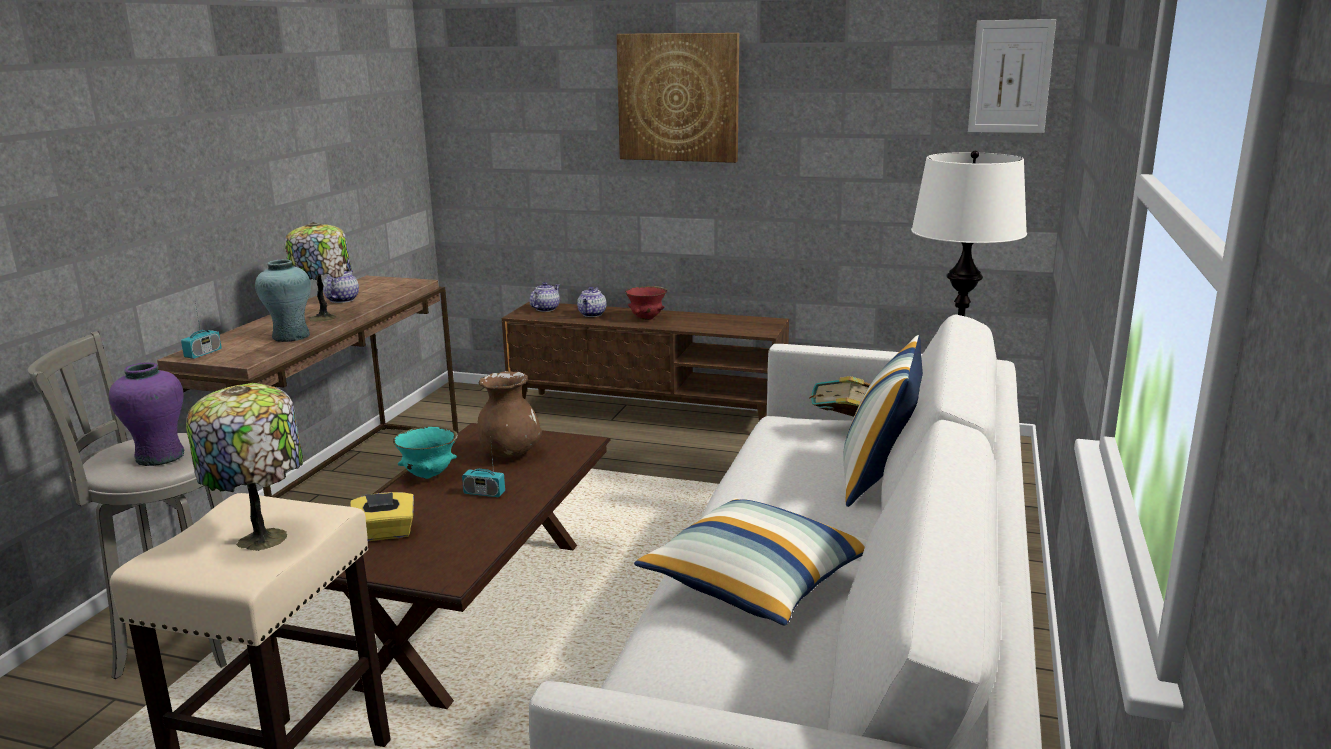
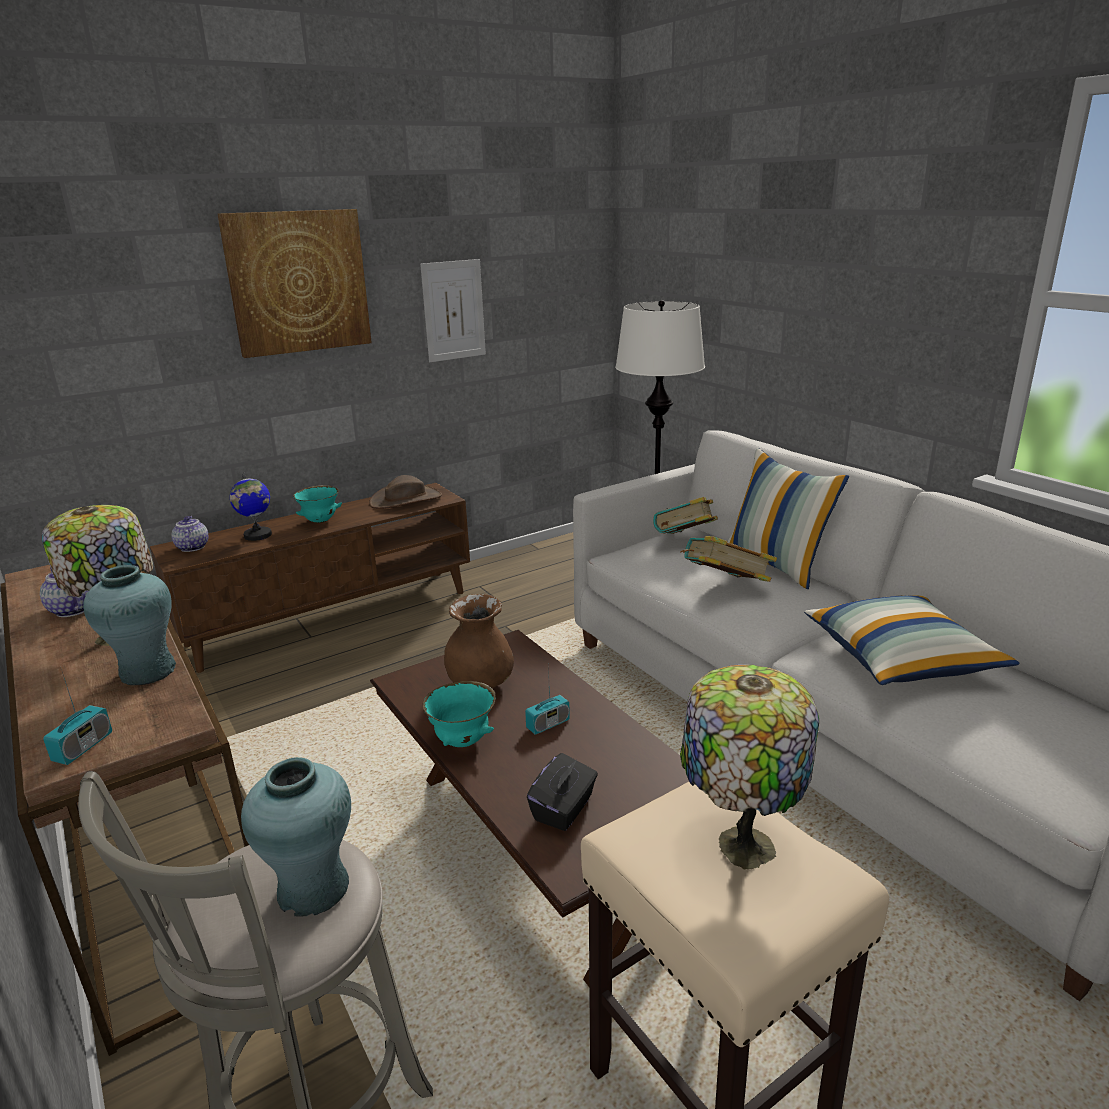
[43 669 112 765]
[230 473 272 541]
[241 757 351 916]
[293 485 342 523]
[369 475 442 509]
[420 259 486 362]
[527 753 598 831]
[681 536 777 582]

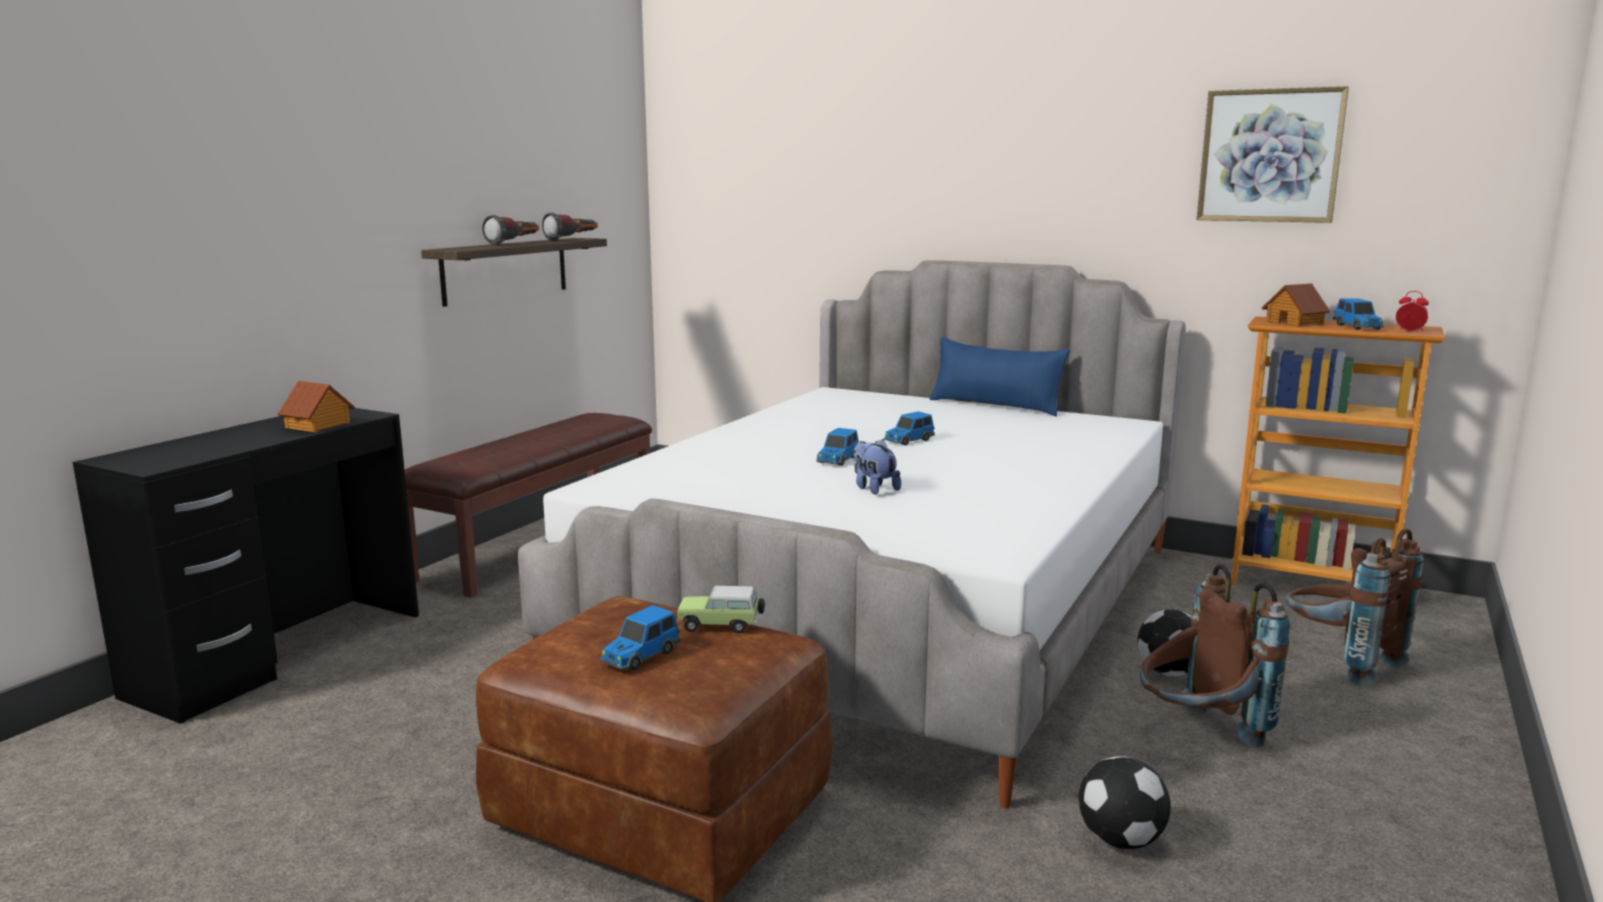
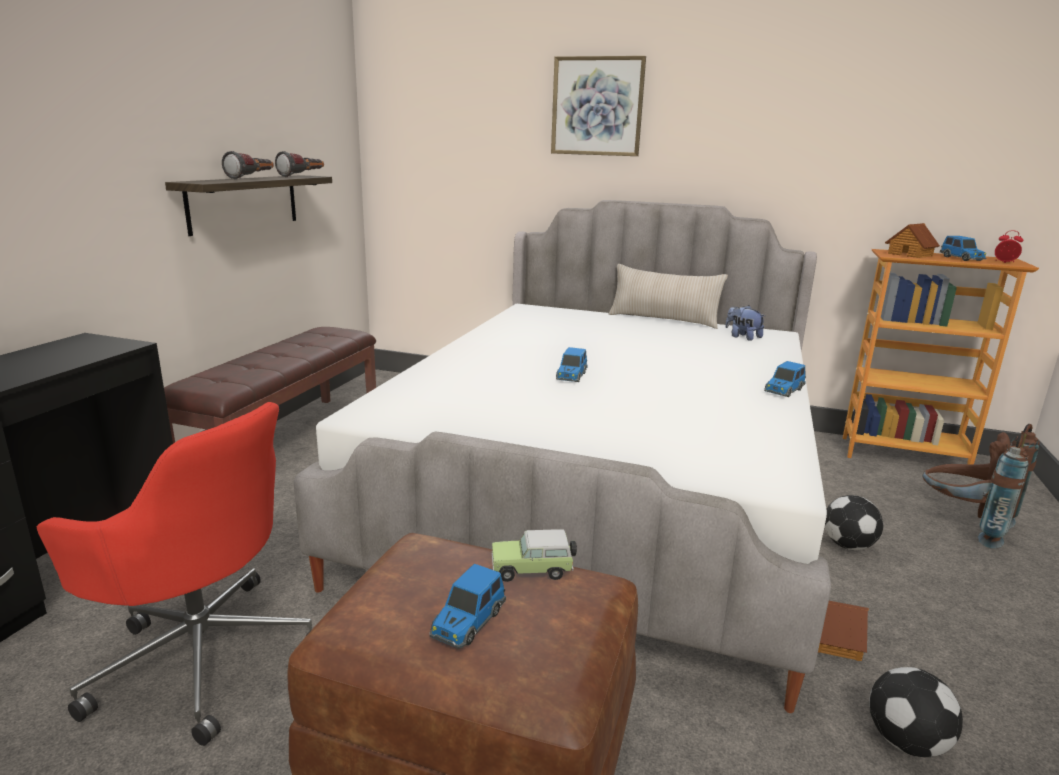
[37 402 312 746]
[551 56 646 156]
[609 264 728 329]
[725 305 765 341]
[764 361 806 397]
[818 601 869 661]
[1140 564 1290 748] (first image)

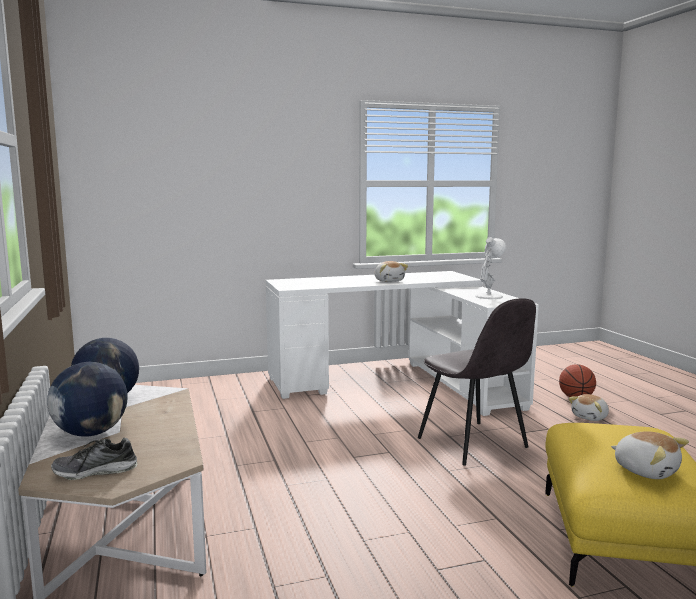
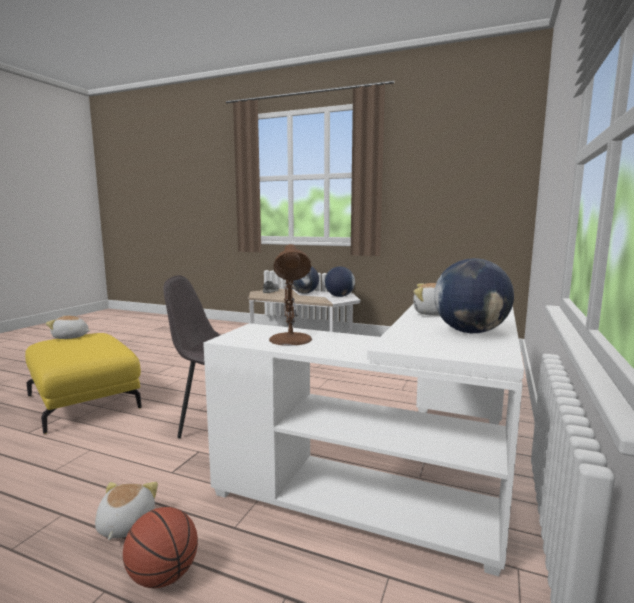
[269 244 312 346]
[434 258 514 333]

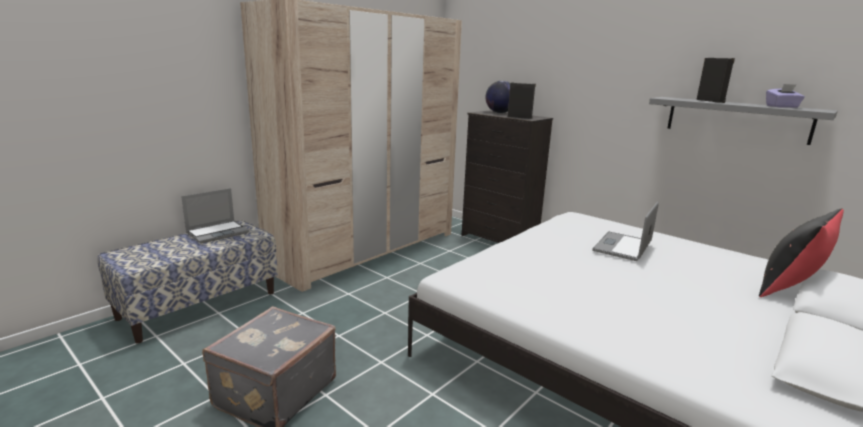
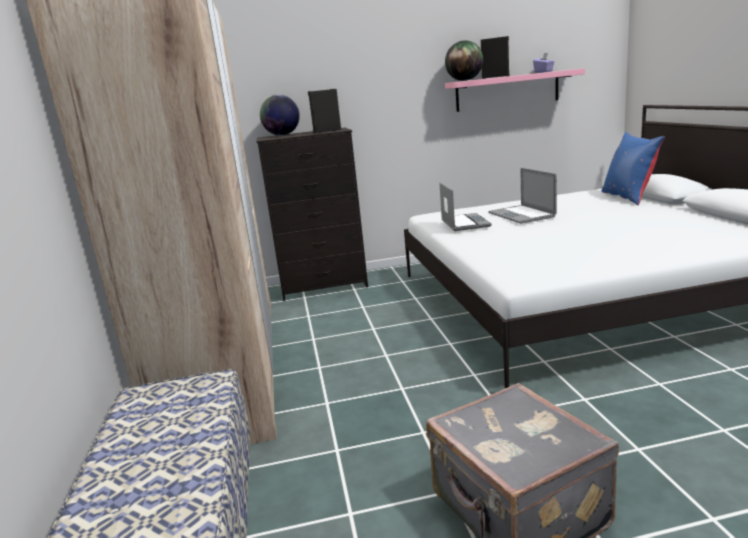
[439 182 491 231]
[445 40 483 81]
[445 68 585 112]
[602 132 665 205]

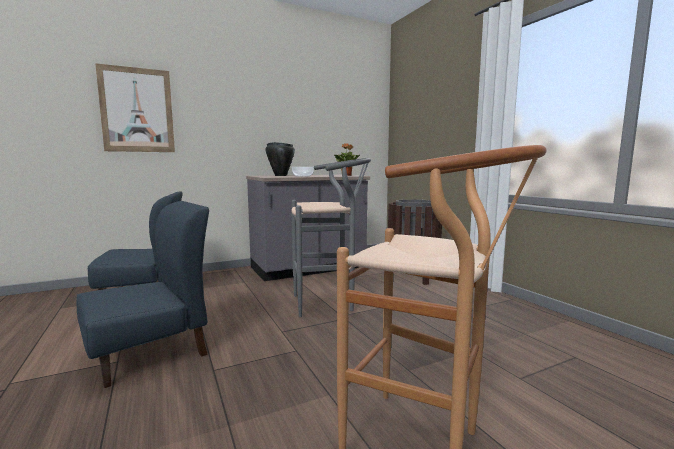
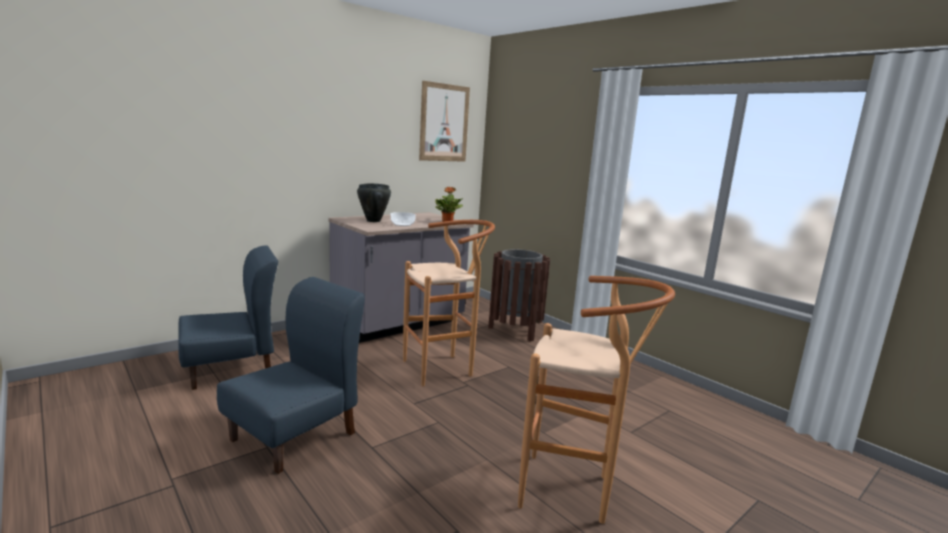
[403 220 495 386]
[419 81 470 162]

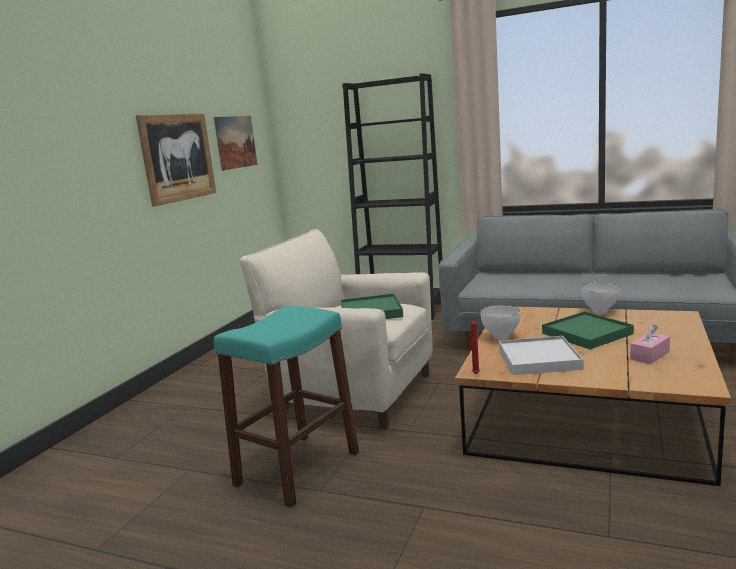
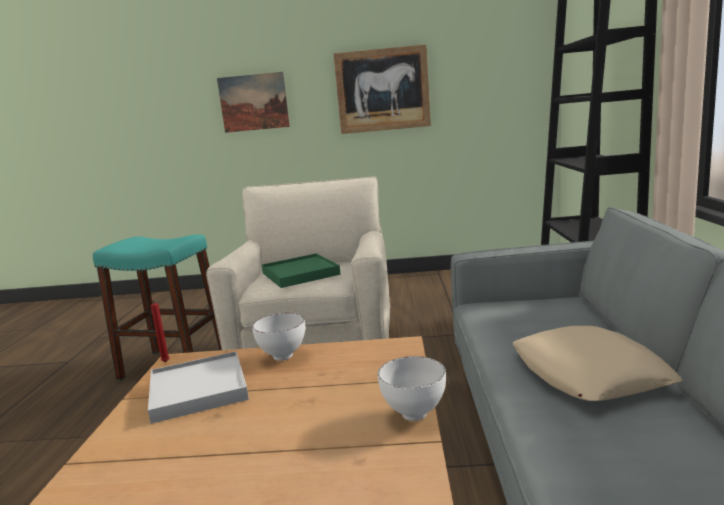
[217 72 290 133]
[513 326 683 401]
[542 311 634 349] (first image)
[630 324 670 364] (first image)

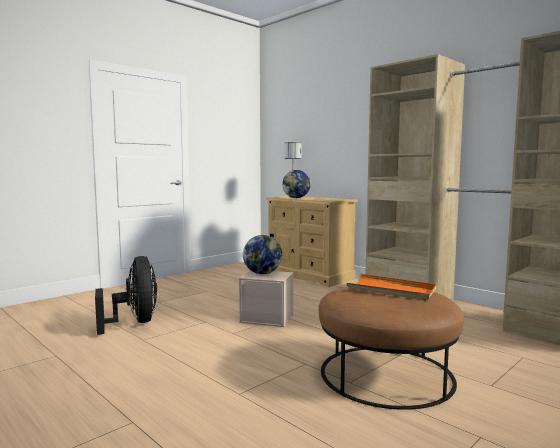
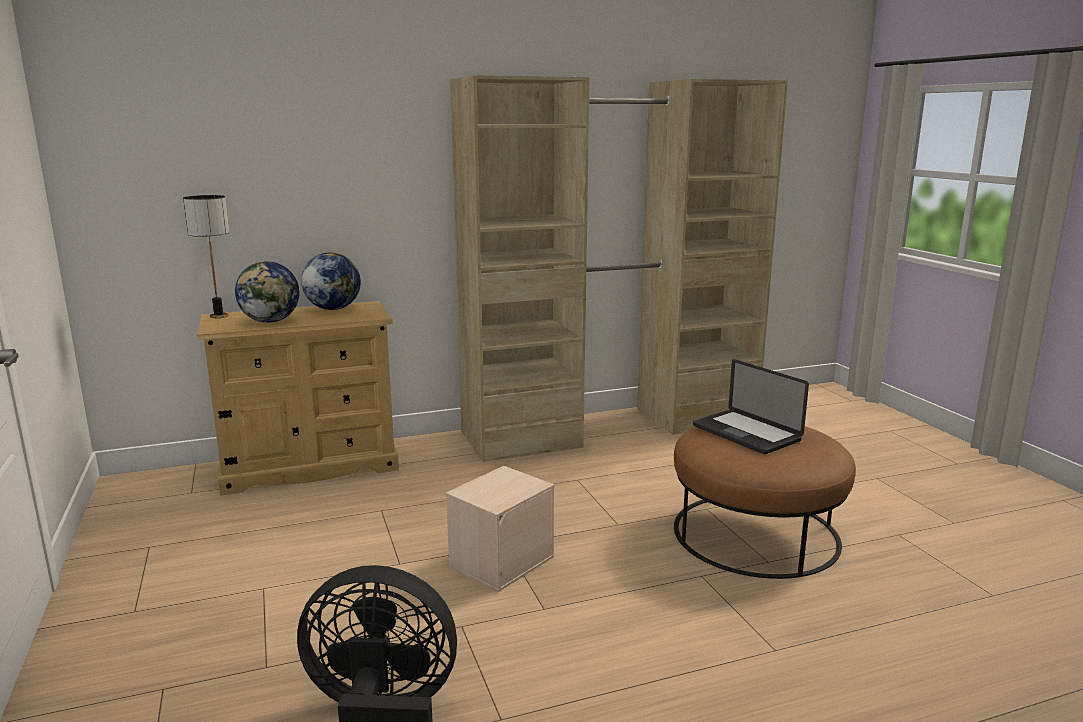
[301 253 361 310]
[693 359 809 454]

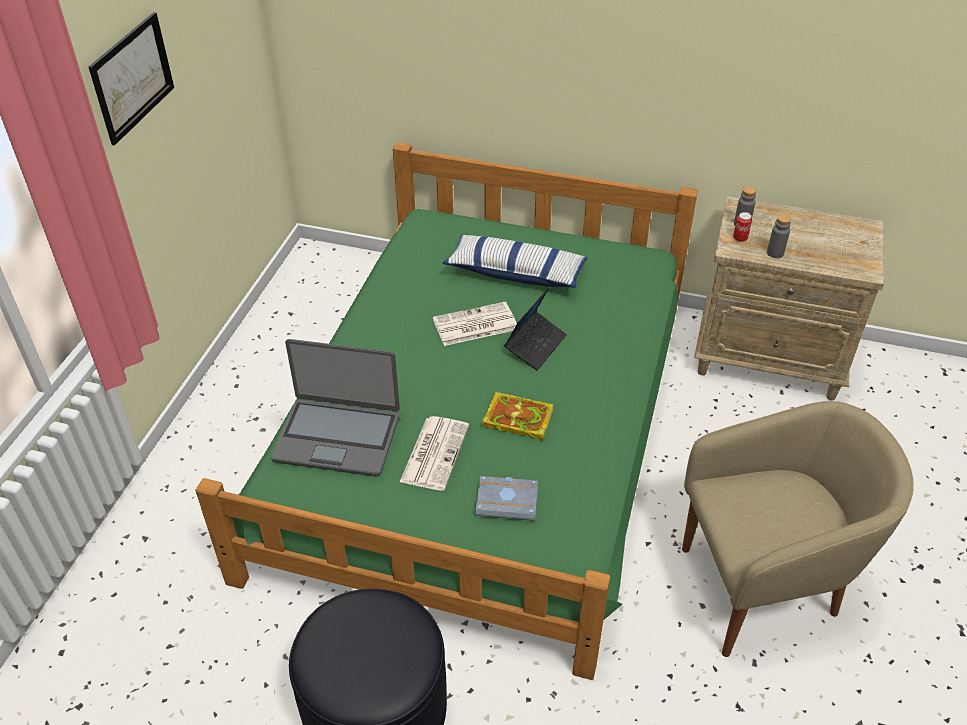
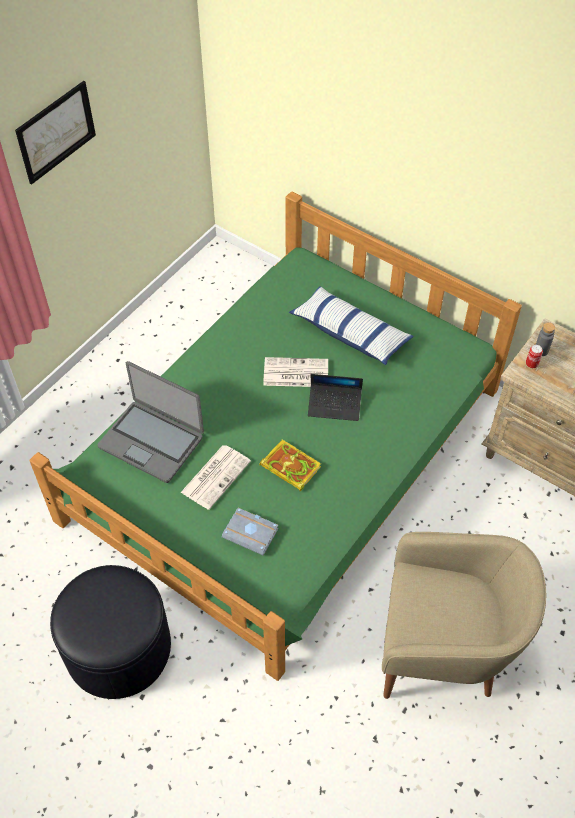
[308 374 363 421]
[767 214 791 258] (first image)

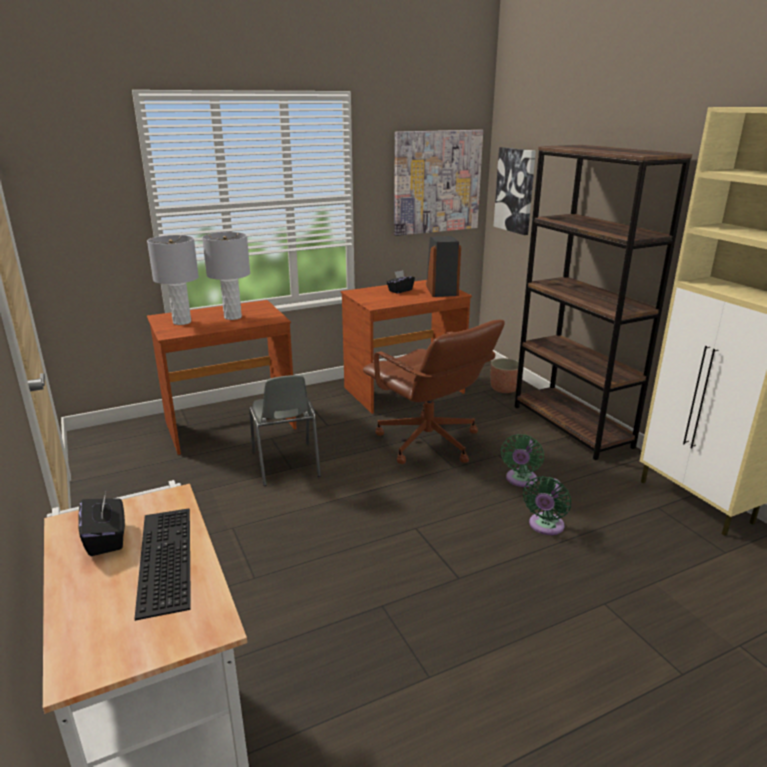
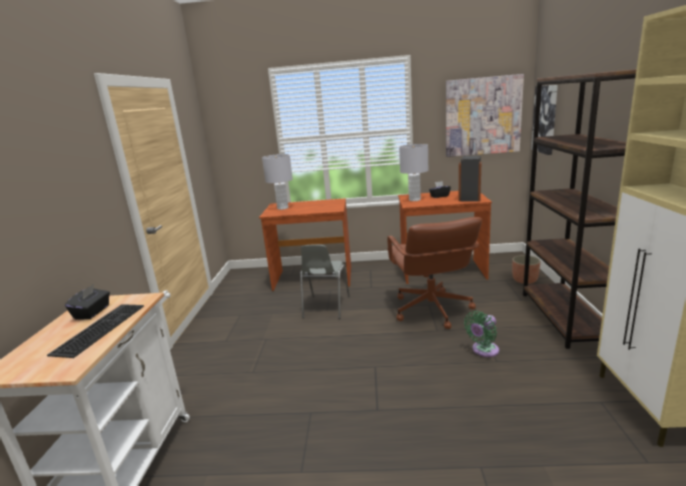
[399 144 428 201]
[523 476 571 535] (first image)

